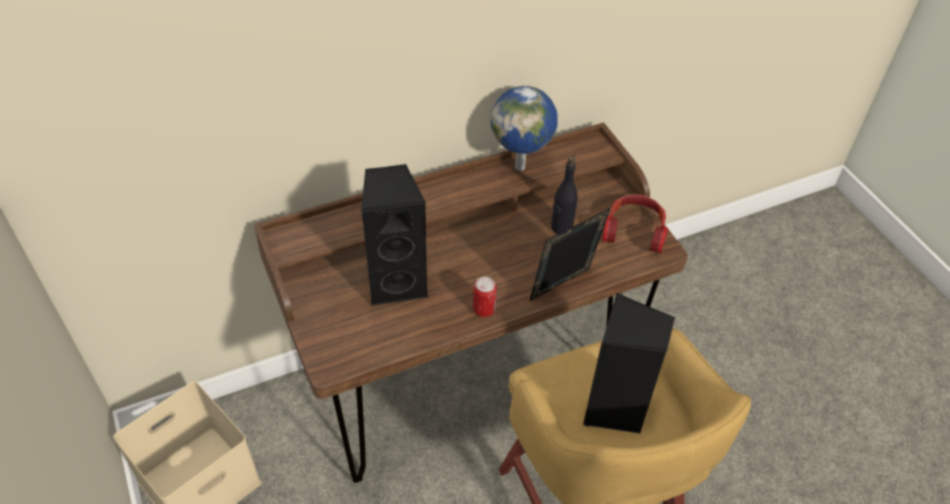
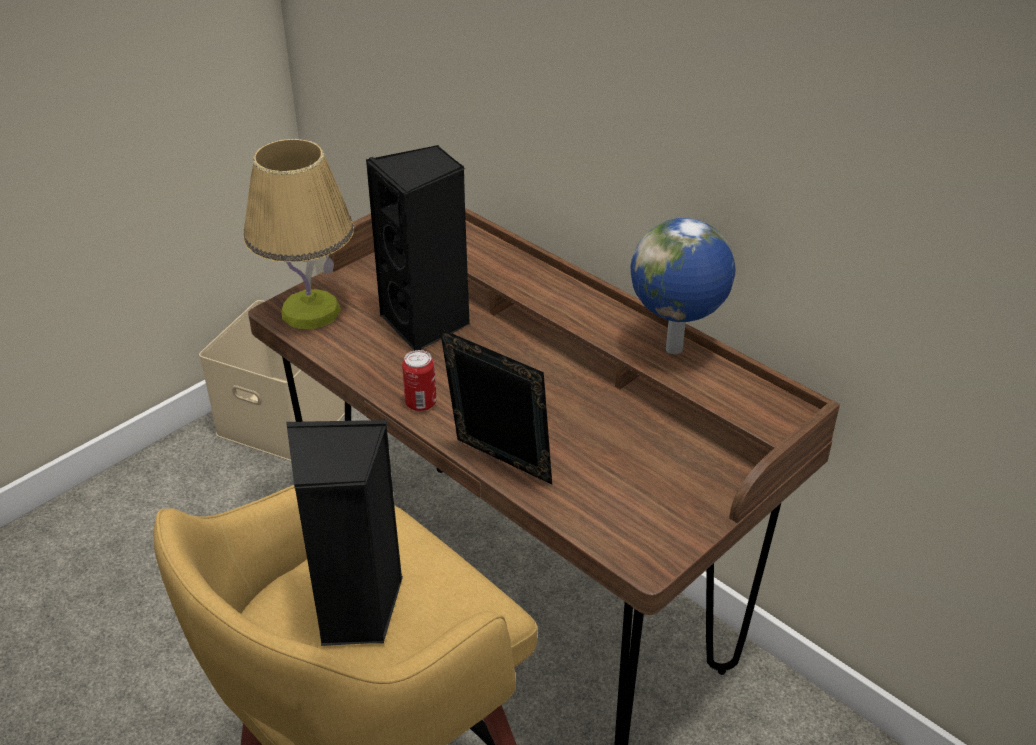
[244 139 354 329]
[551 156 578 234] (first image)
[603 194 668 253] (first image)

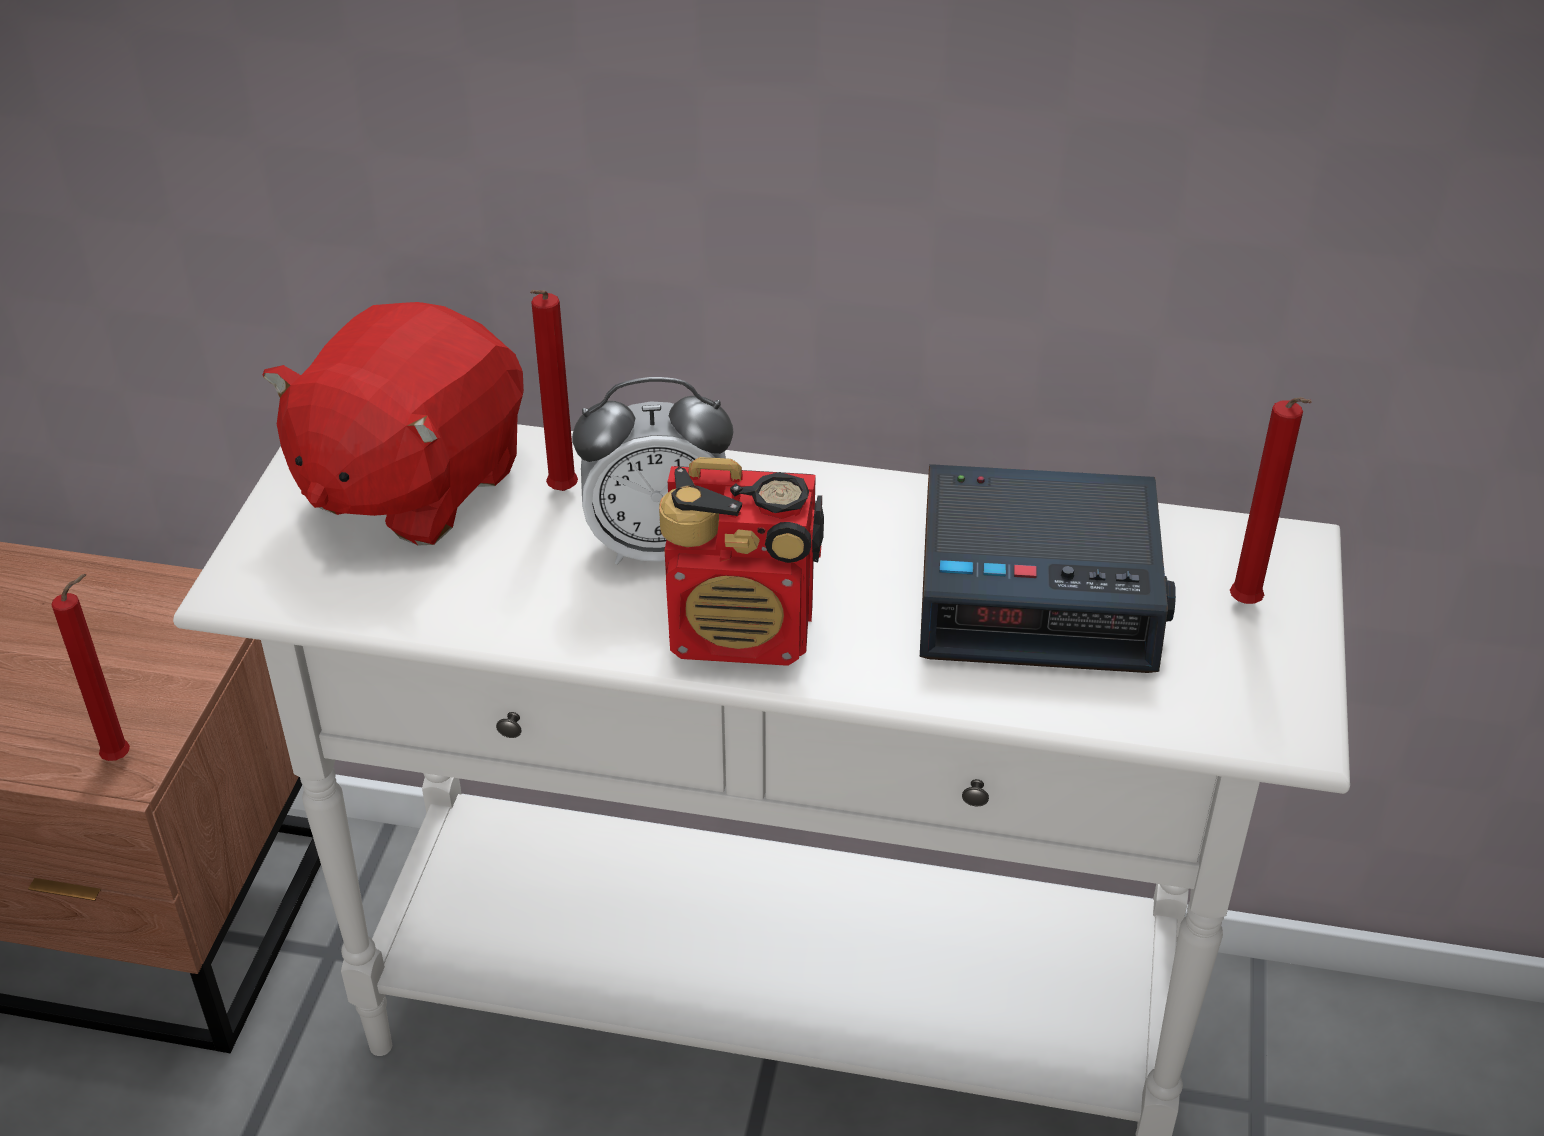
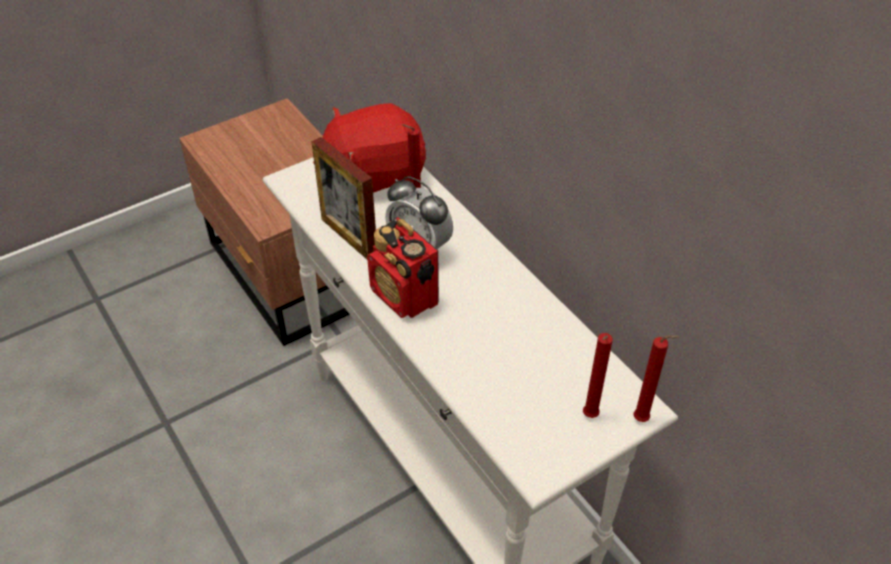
[311 137 376 259]
[634 335 679 422]
[920 464 1176 673] (first image)

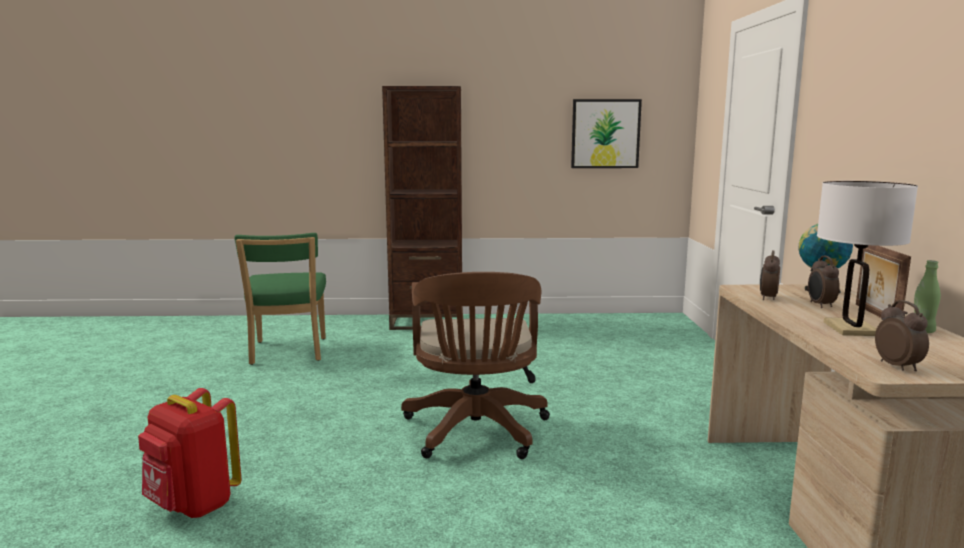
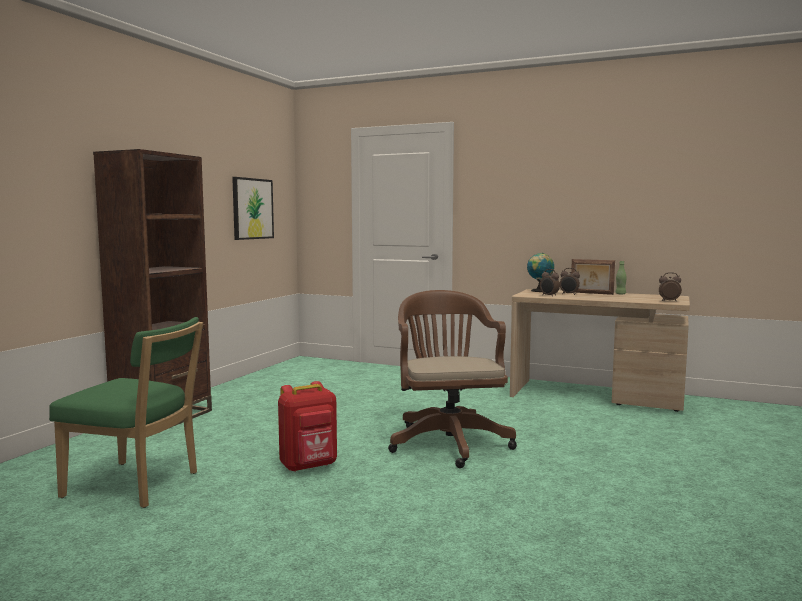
[278 381 337 472]
[388 290 517 468]
[817 181 918 336] (first image)

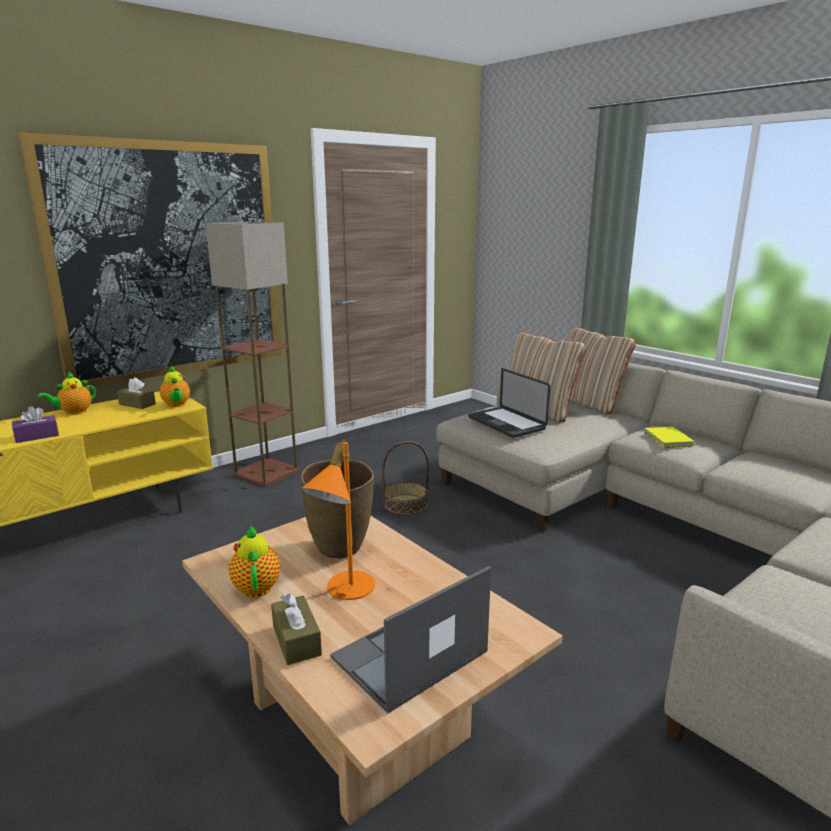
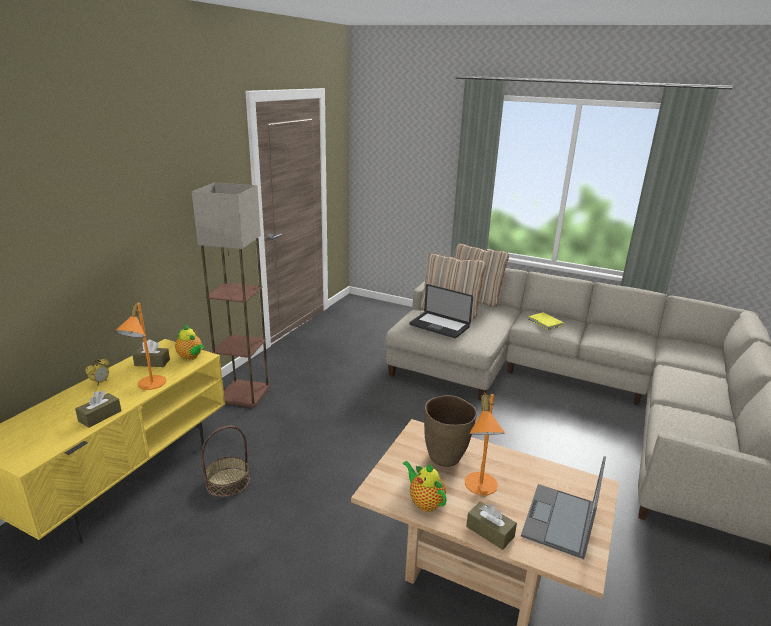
[75 390 121 428]
[85 359 109 386]
[115 302 166 390]
[201 426 250 497]
[18 132 282 387] (first image)

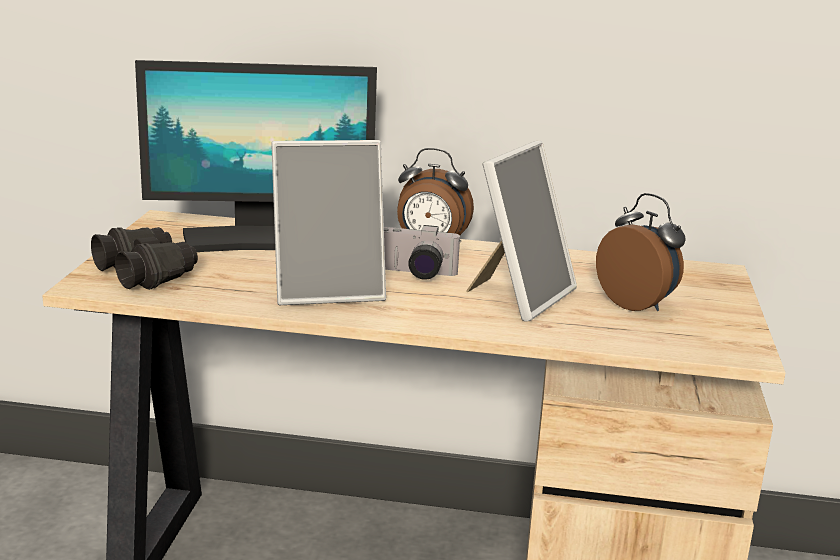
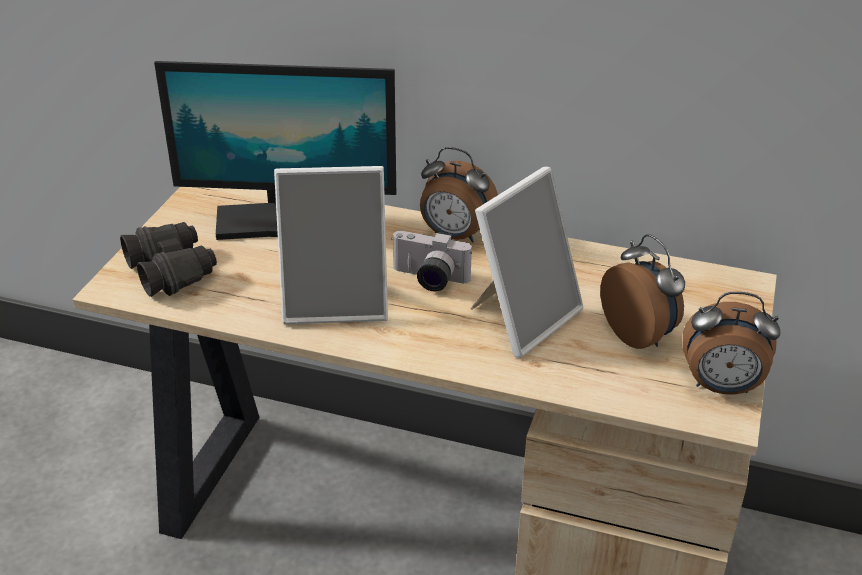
[683 292 781 395]

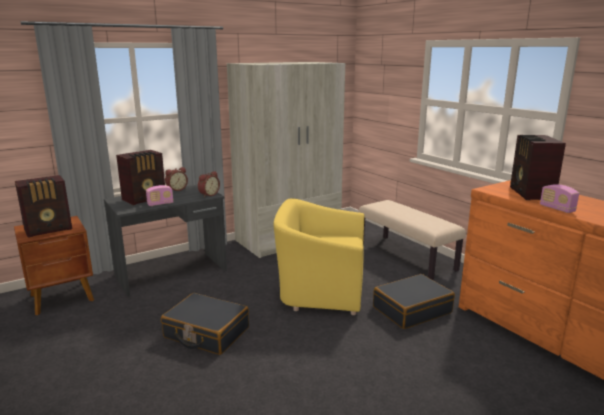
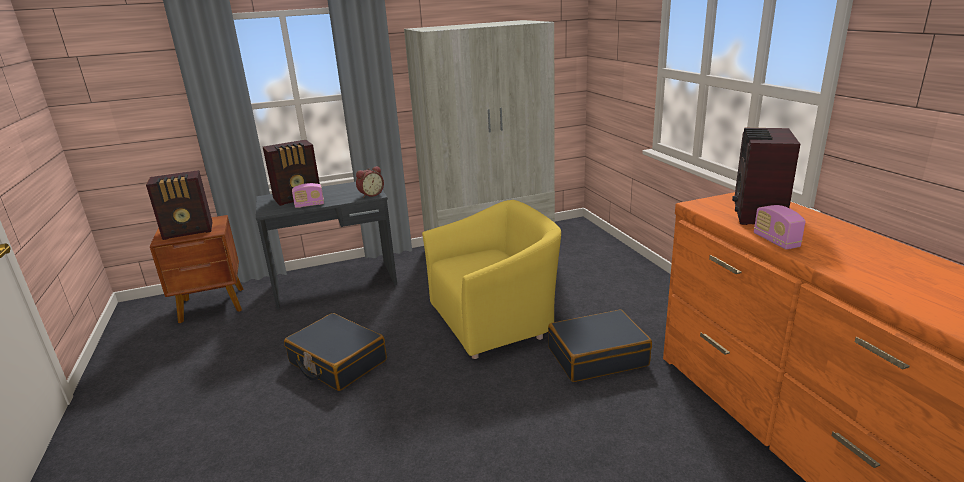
[422 200 561 359]
[165 167 188 191] (first image)
[359 200 466 280] (first image)

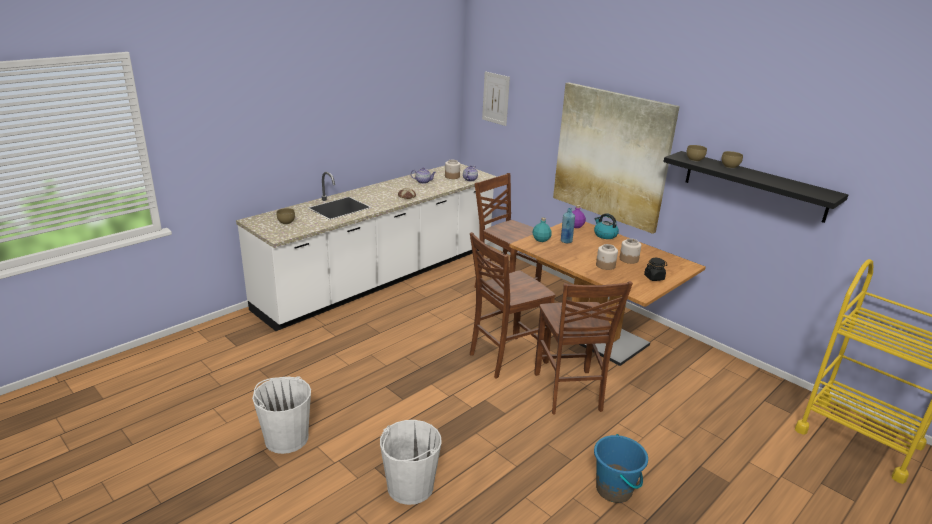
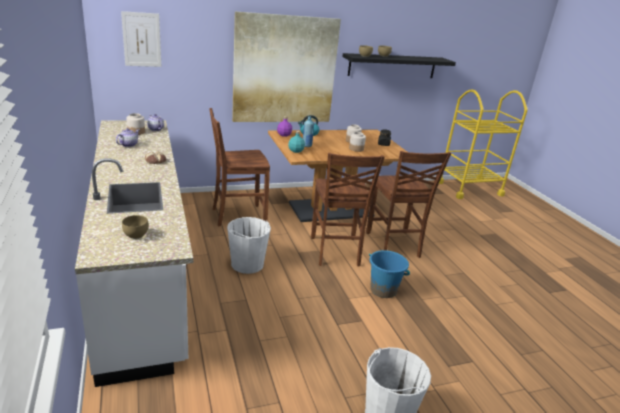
[227 217 271 274]
[366 151 451 258]
[369 250 410 298]

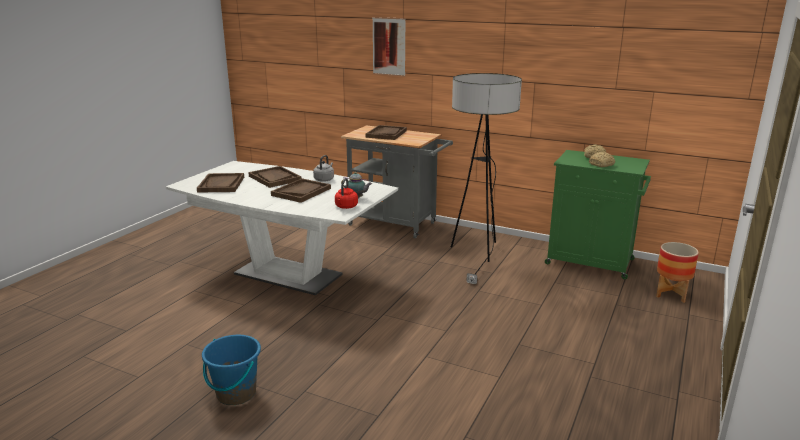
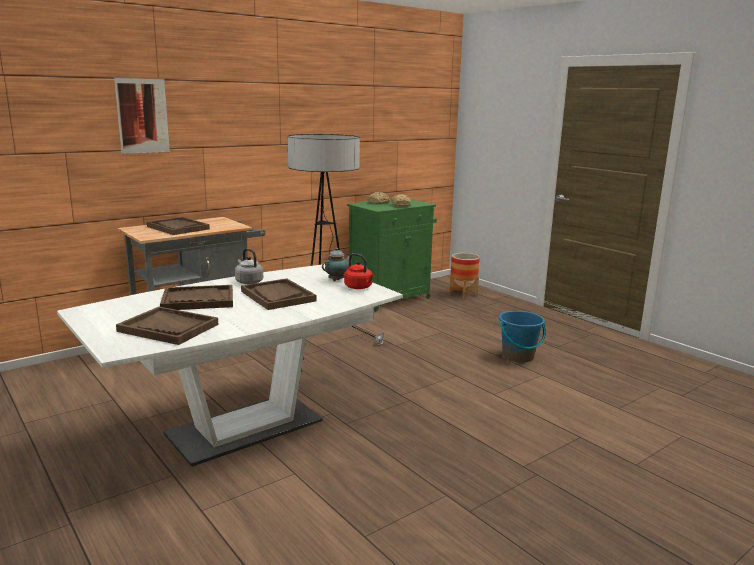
[499 311 546 363]

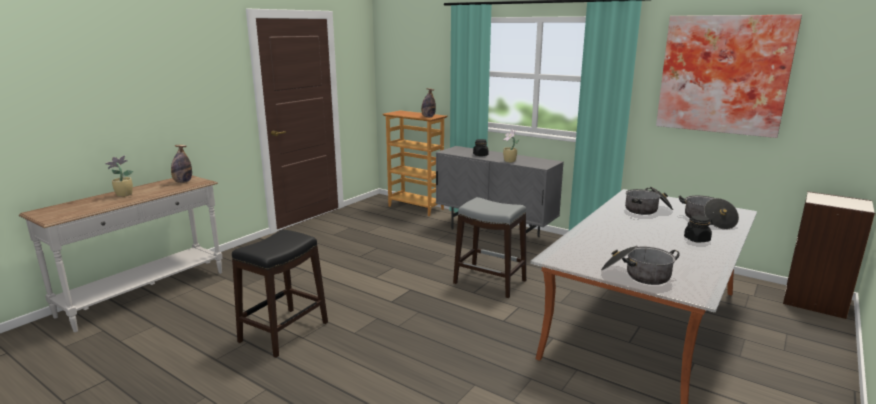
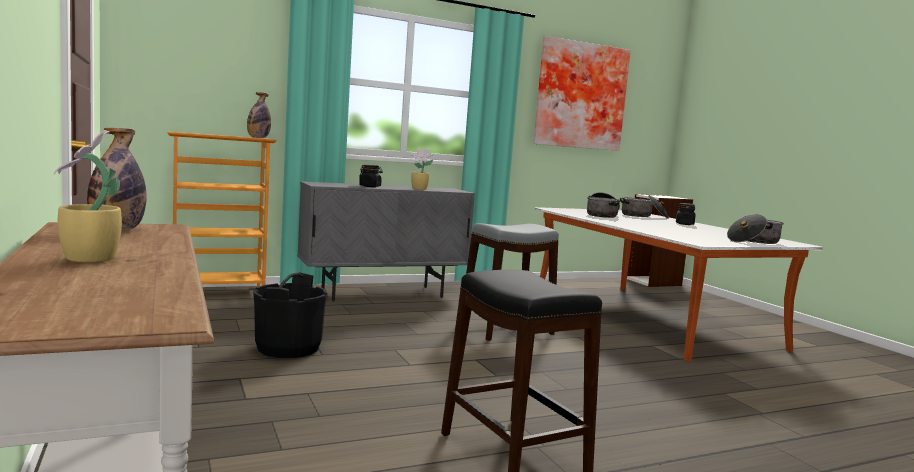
[253 272 327 358]

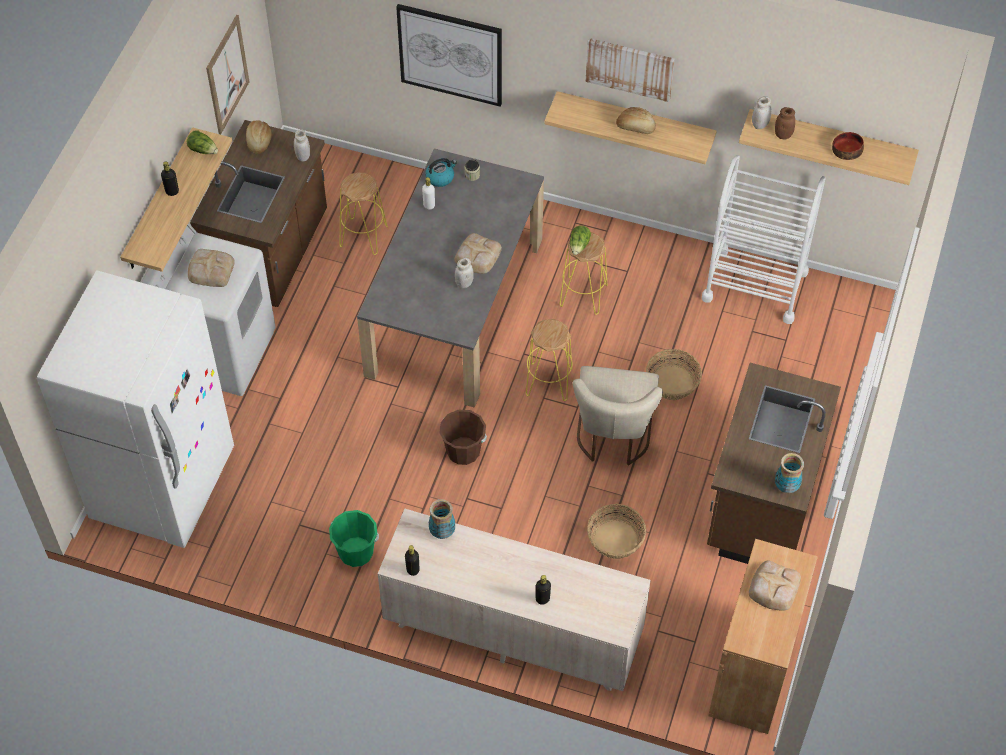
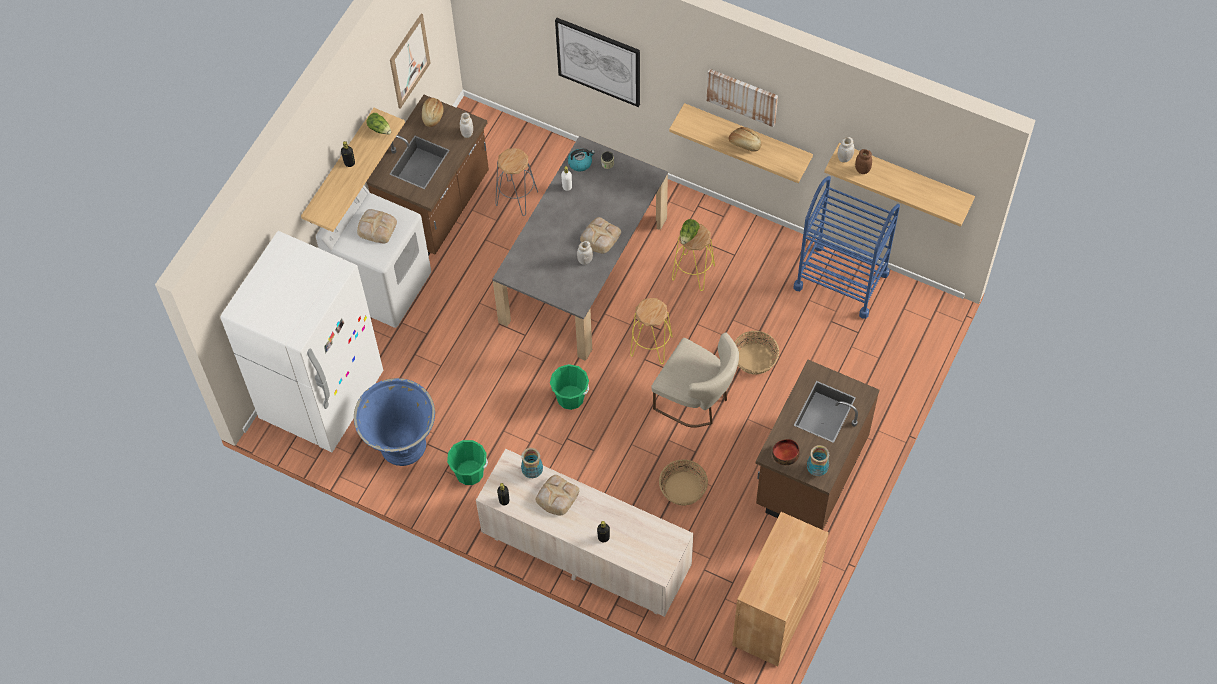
[354 378 435 466]
[495 148 538 216]
[536 475 580 515]
[550 364 589 410]
[651 332 739 428]
[772 439 800 465]
[793 176 900 319]

